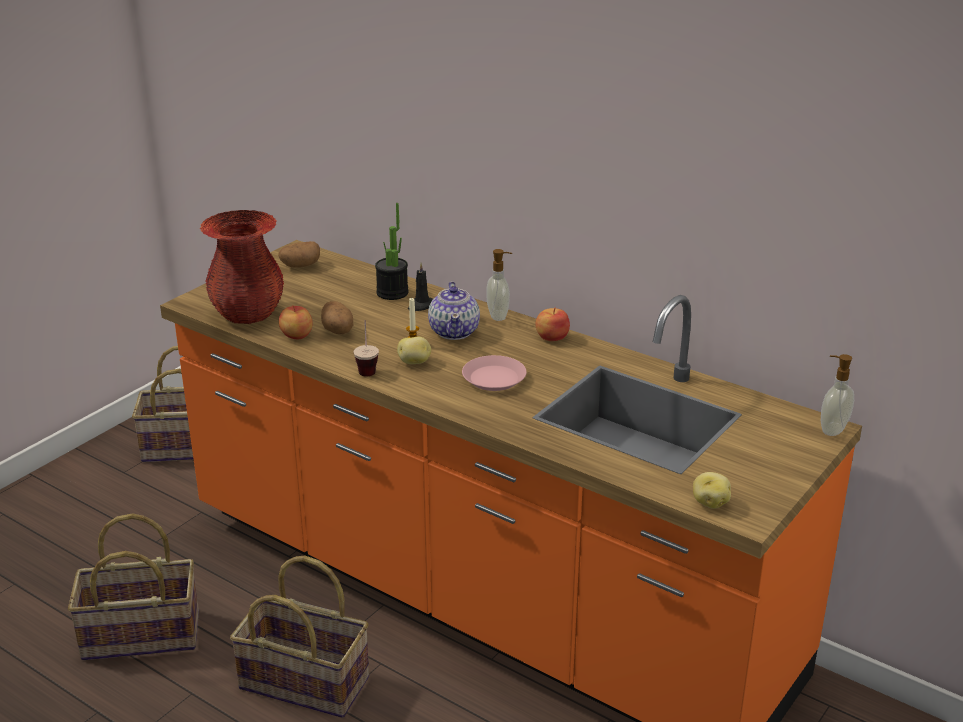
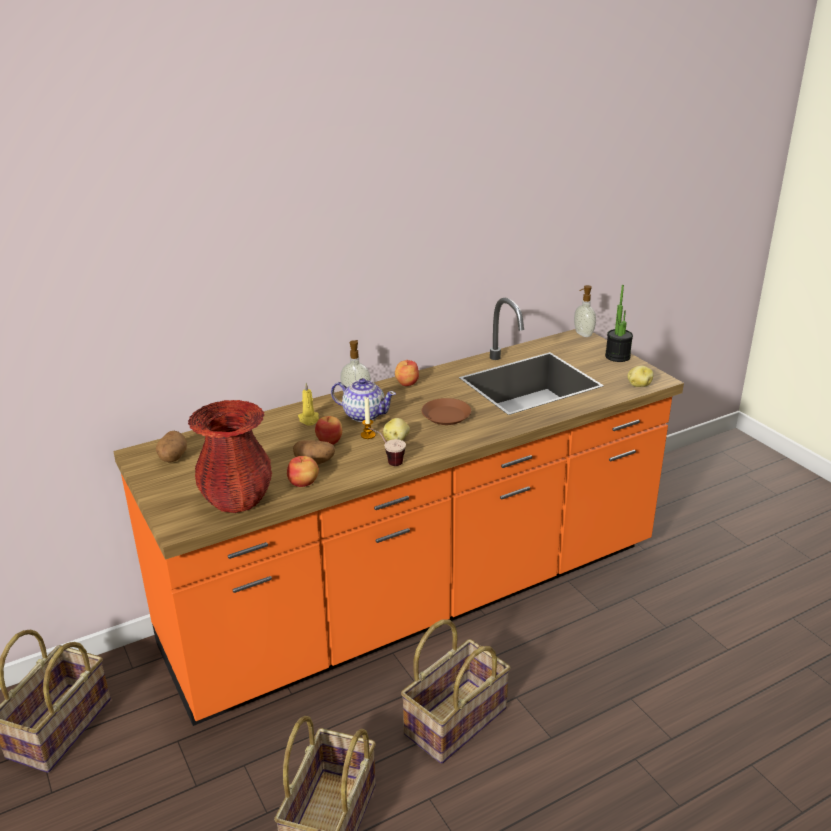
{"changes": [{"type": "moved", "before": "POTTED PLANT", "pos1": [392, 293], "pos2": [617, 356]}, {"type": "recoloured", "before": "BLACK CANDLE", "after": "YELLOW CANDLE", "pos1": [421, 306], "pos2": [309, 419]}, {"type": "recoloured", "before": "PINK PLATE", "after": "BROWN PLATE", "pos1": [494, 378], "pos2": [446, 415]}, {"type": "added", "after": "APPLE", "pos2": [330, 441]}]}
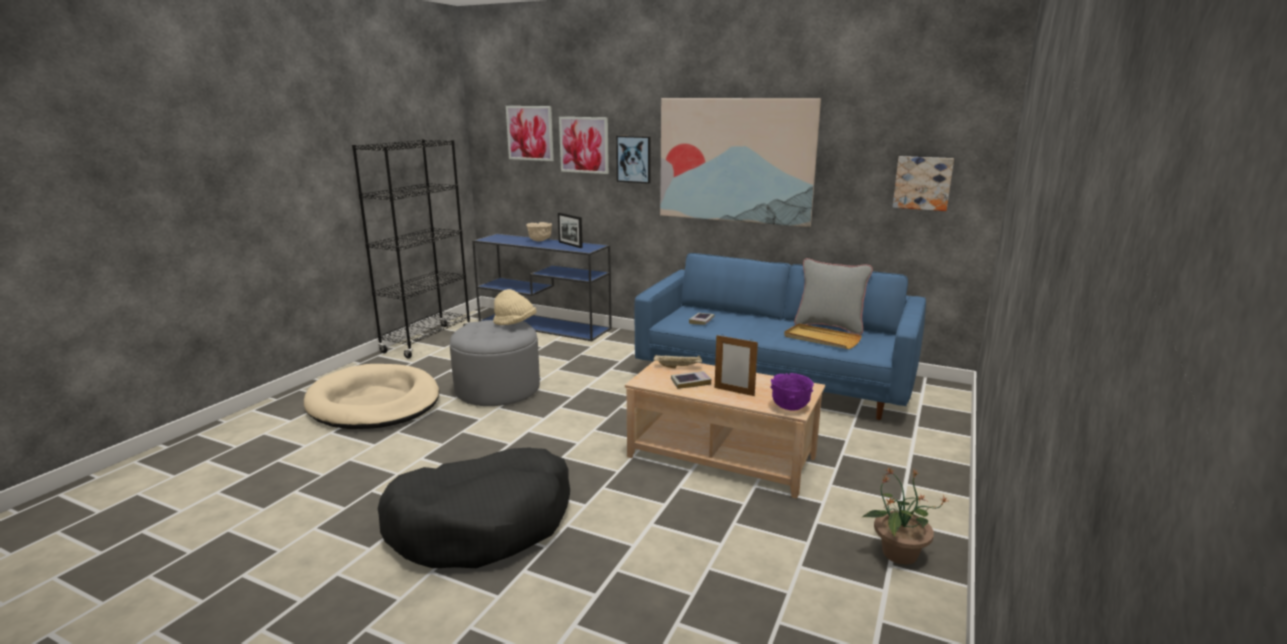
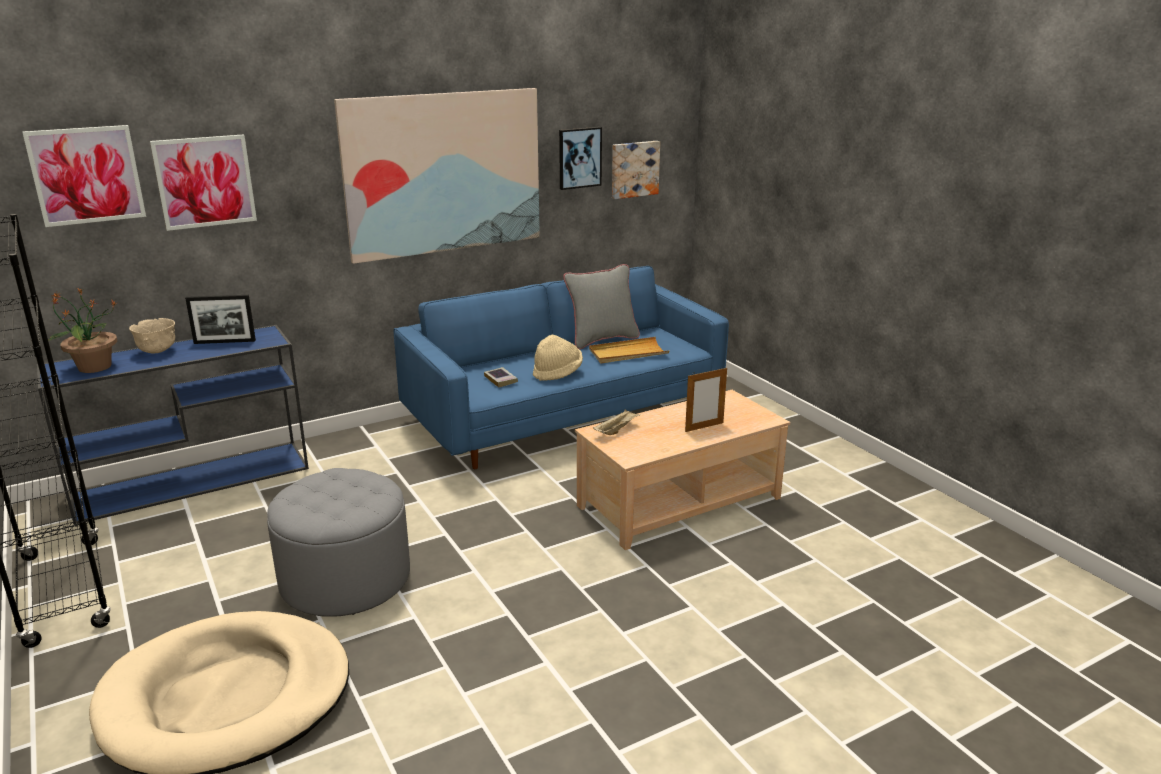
{"changes": [{"type": "removed", "before": "BLACK DOG BED", "pos1": [482, 523]}, {"type": "moved", "before": "BEIGE HAT", "pos1": [515, 323], "pos2": [557, 373]}, {"type": "moved", "before": "PICTURE", "pos1": [634, 159], "pos2": [579, 158]}, {"type": "removed", "before": "BOOK", "pos1": [690, 382]}, {"type": "removed", "before": "PURPLE BOWL", "pos1": [790, 407]}, {"type": "moved", "before": "POTTED PLANT", "pos1": [898, 553], "pos2": [93, 367]}]}
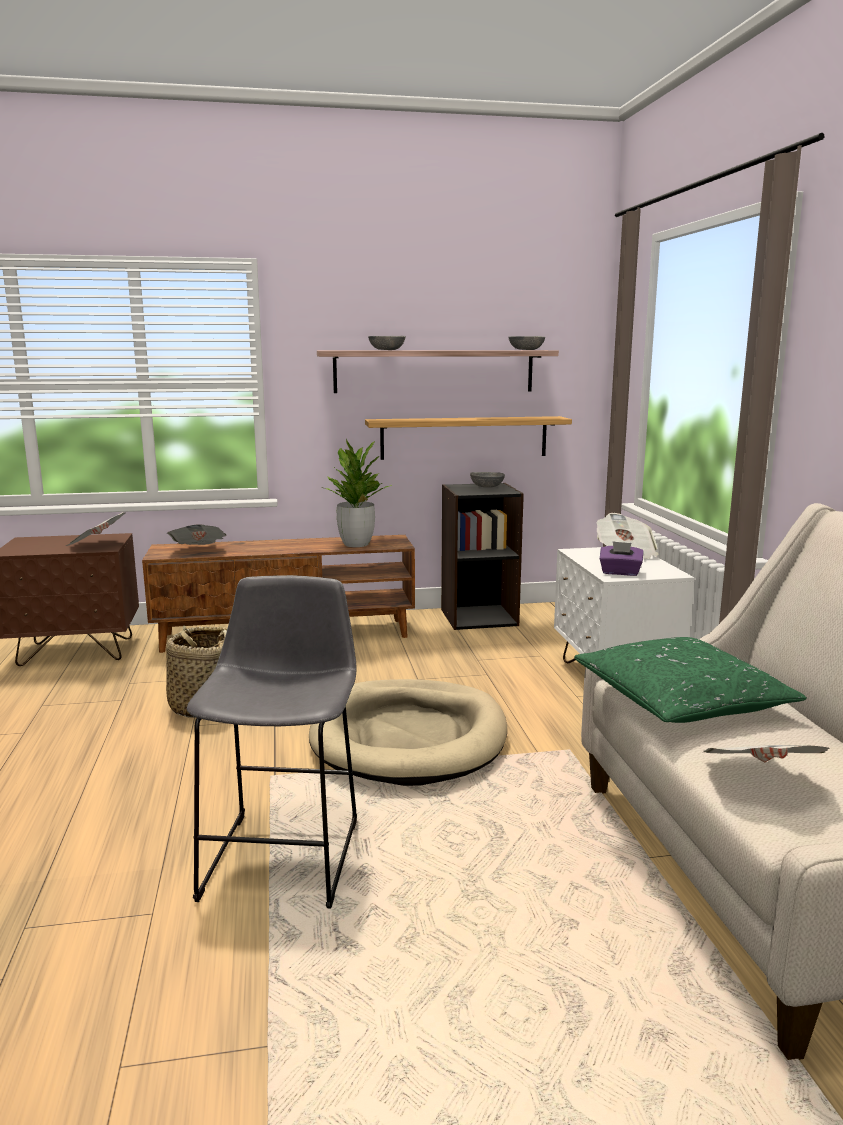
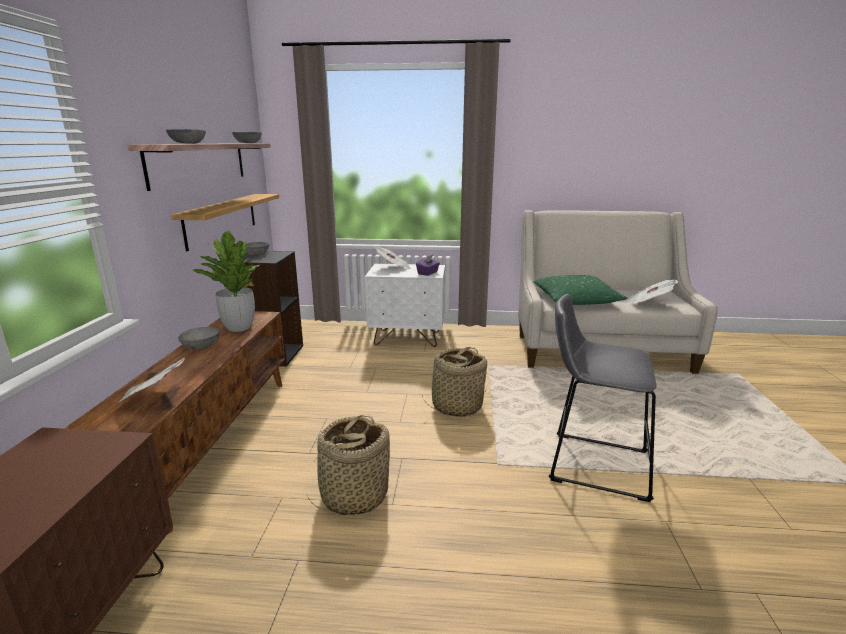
{"changes": [{"type": "removed", "before": "NEWSPAPER", "pos1": [97, 545]}, {"type": "replaced", "before": "BEIGE DOG BED", "after": "BASKET", "pos1": [409, 738], "pos2": [456, 406]}, {"type": "added", "after": "GREY BOWL", "pos2": [201, 346]}]}
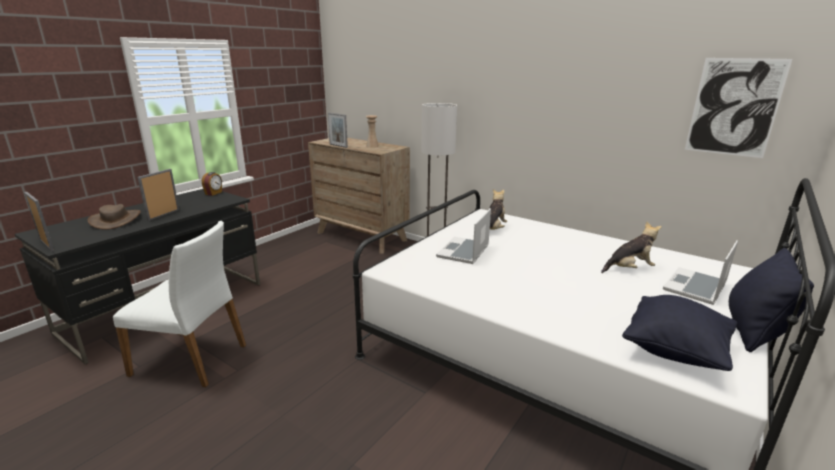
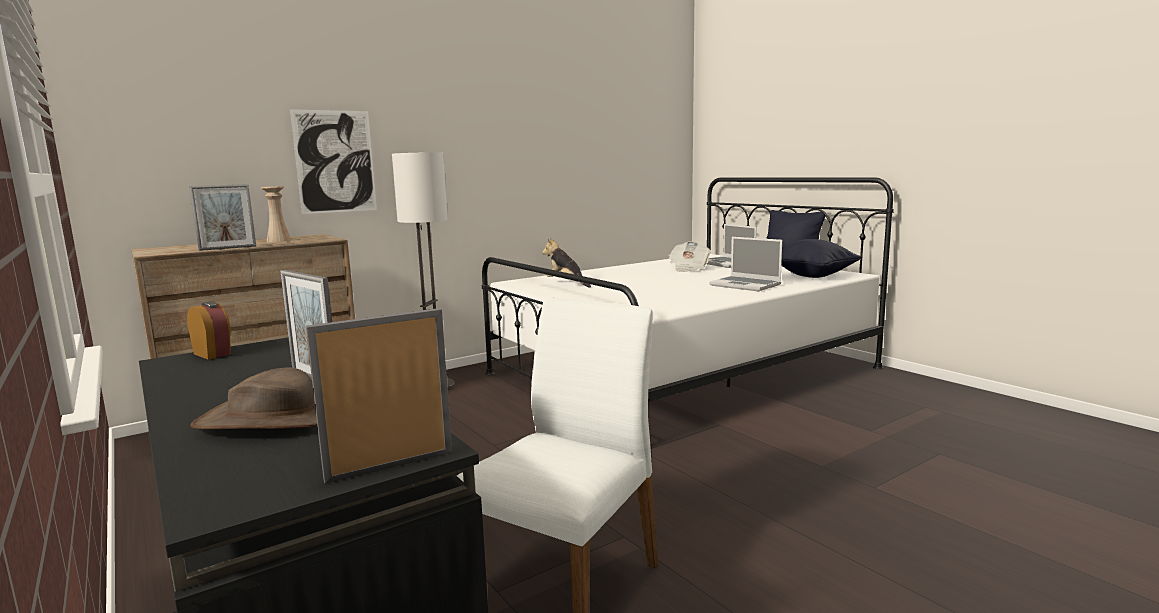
{"changes": [{"type": "moved", "before": "LAPTOP", "pos1": [464, 252], "pos2": [746, 285]}, {"type": "replaced", "before": "PLUSH TOY", "after": "NEWSPAPER", "pos1": [629, 269], "pos2": [688, 268]}, {"type": "moved", "before": "PICTURE", "pos1": [734, 107], "pos2": [335, 162]}]}
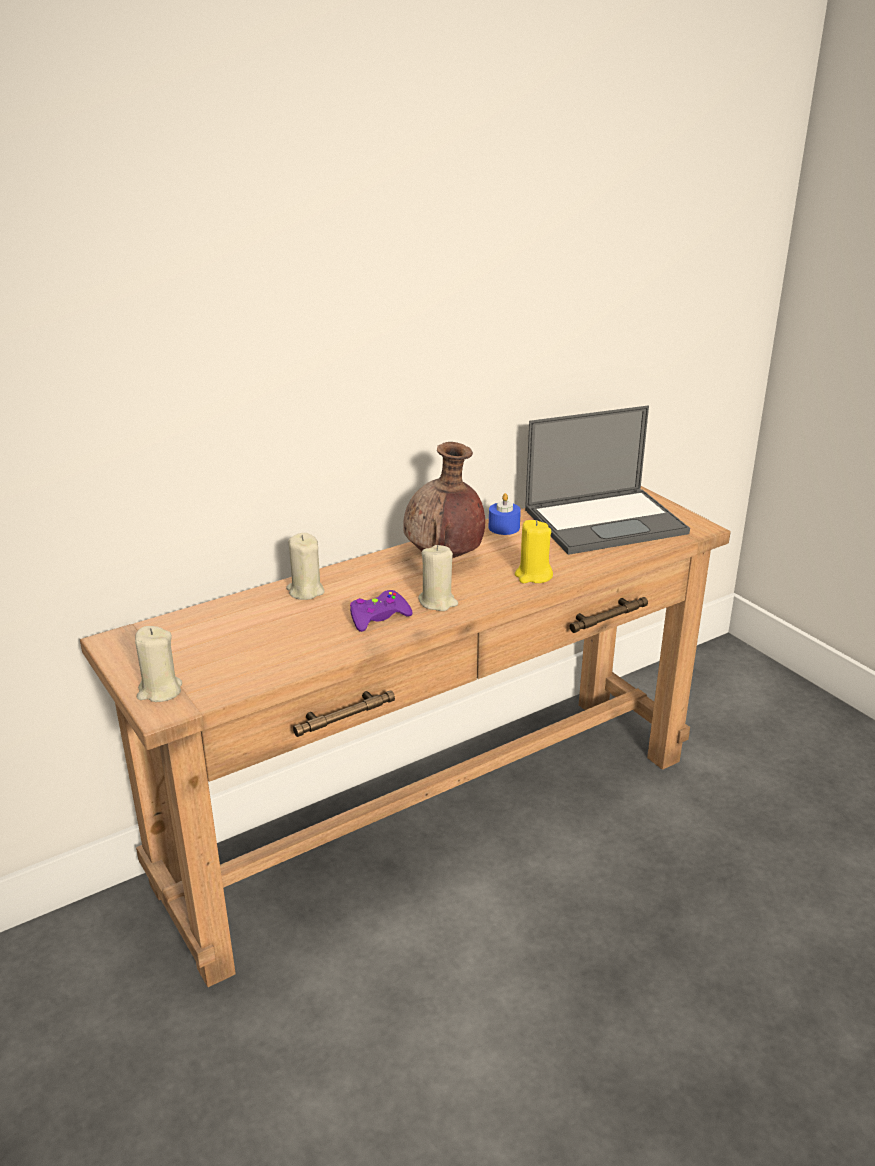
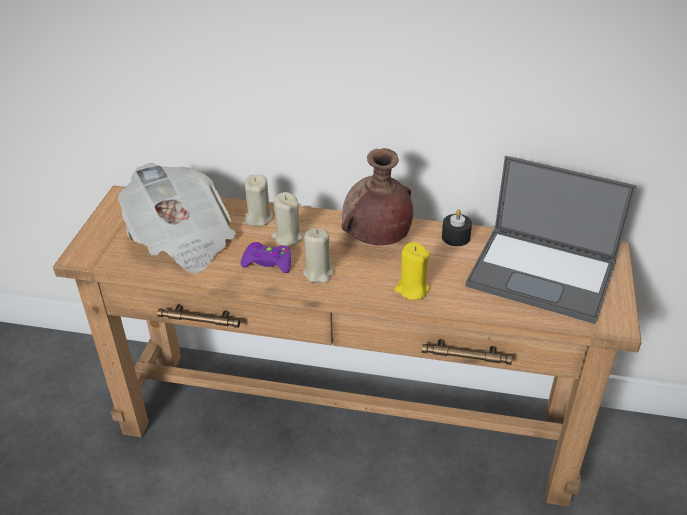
{"changes": [{"type": "moved", "before": "BEIGE CANDLE", "pos1": [159, 691], "pos2": [287, 237]}, {"type": "recoloured", "before": "BLUE CANDLE", "after": "BLACK CANDLE", "pos1": [504, 527], "pos2": [456, 237]}, {"type": "added", "after": "NEWSPAPER", "pos2": [182, 240]}]}
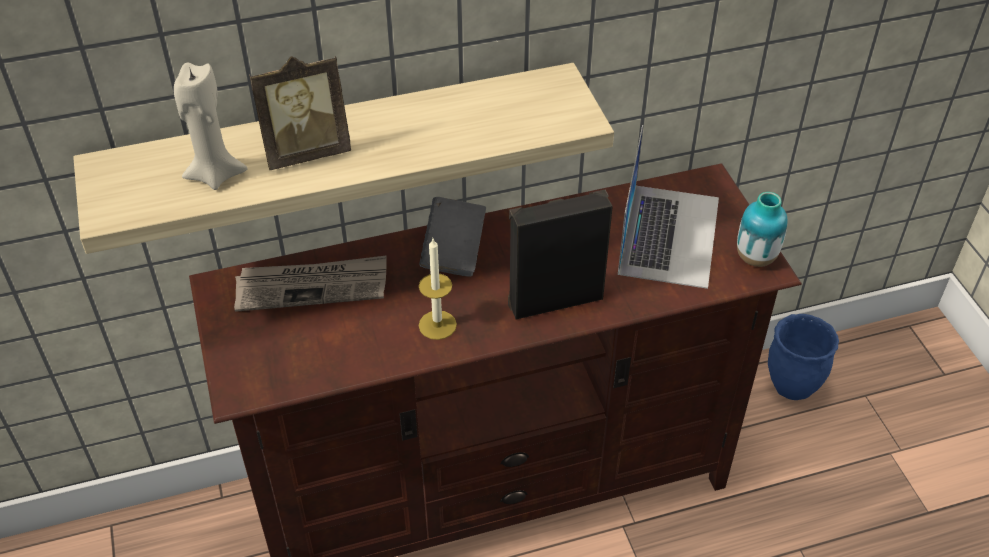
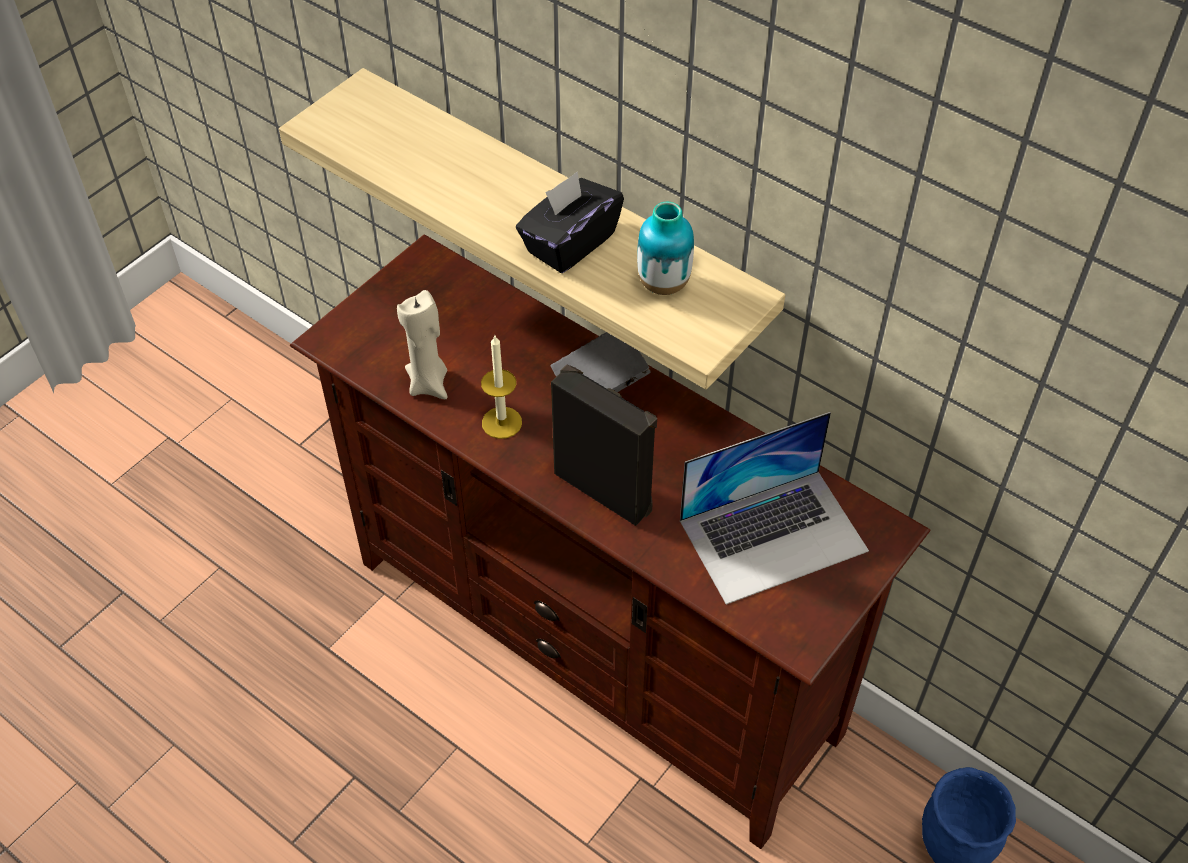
{"changes": [{"type": "moved", "before": "BEIGE CANDLE", "pos1": [215, 174], "pos2": [429, 383]}, {"type": "removed", "before": "NEWSPAPER", "pos1": [312, 286]}, {"type": "removed", "before": "PICTURE FRAME", "pos1": [306, 152]}, {"type": "moved", "before": "VASE", "pos1": [755, 258], "pos2": [663, 284]}, {"type": "added", "after": "BLACK TISSUE BOX", "pos2": [569, 243]}]}
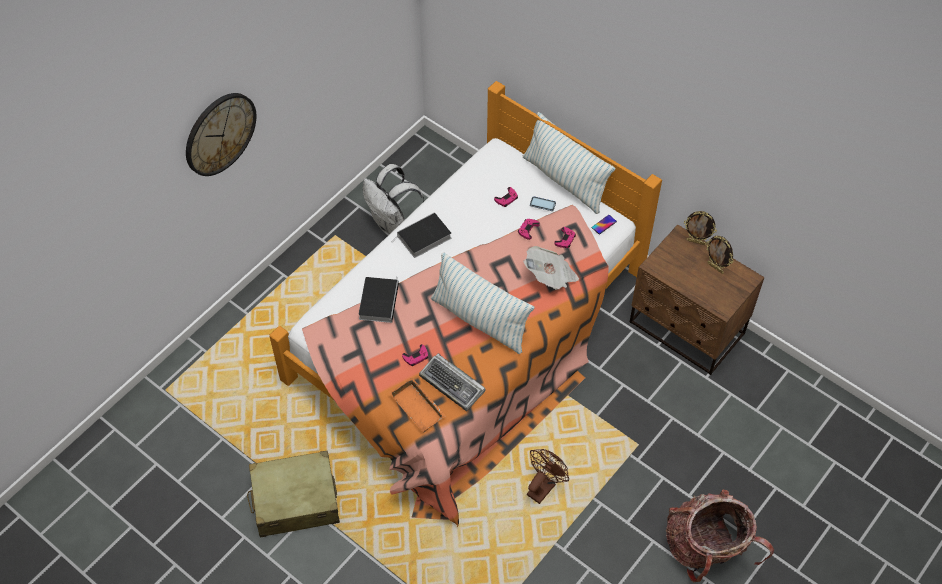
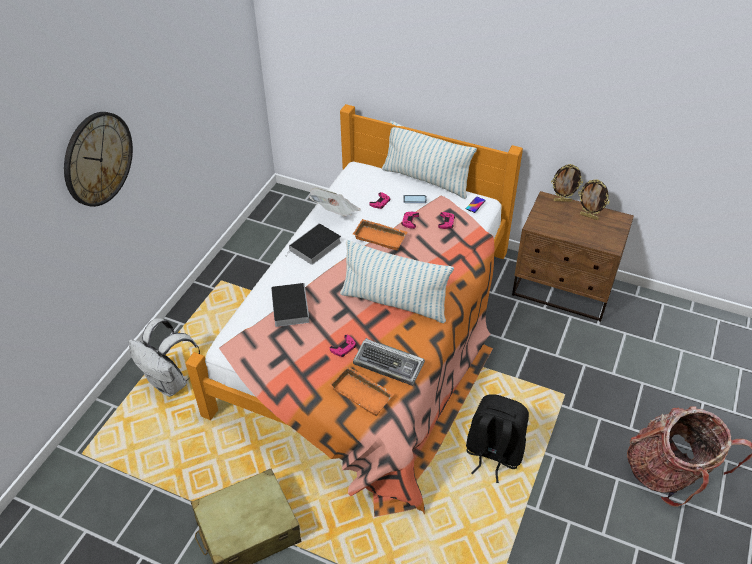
{"changes": [{"type": "moved", "before": "WHITE BACKPACK", "pos1": [392, 223], "pos2": [170, 382]}, {"type": "moved", "before": "NEWSPAPER", "pos1": [550, 276], "pos2": [335, 212]}, {"type": "replaced", "before": "BROWN FAN", "after": "BLACK BACKPACK", "pos1": [543, 486], "pos2": [493, 453]}, {"type": "added", "after": "ORANGE TRAY", "pos2": [381, 237]}]}
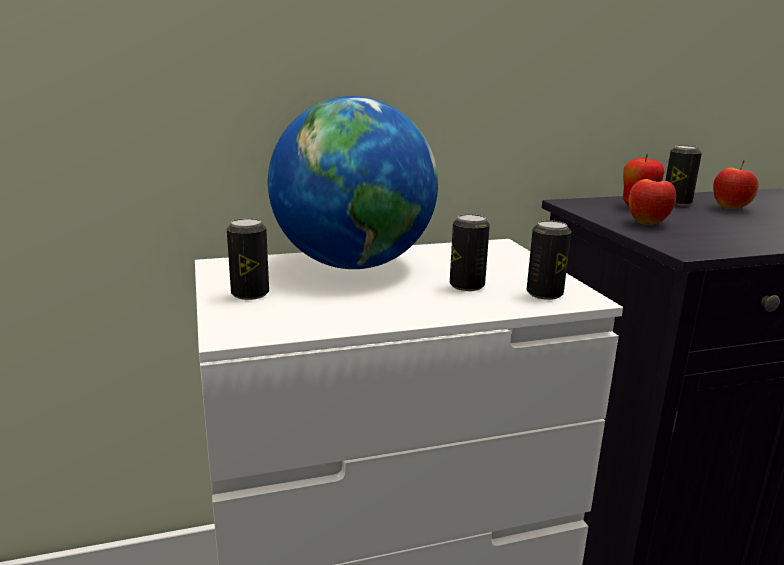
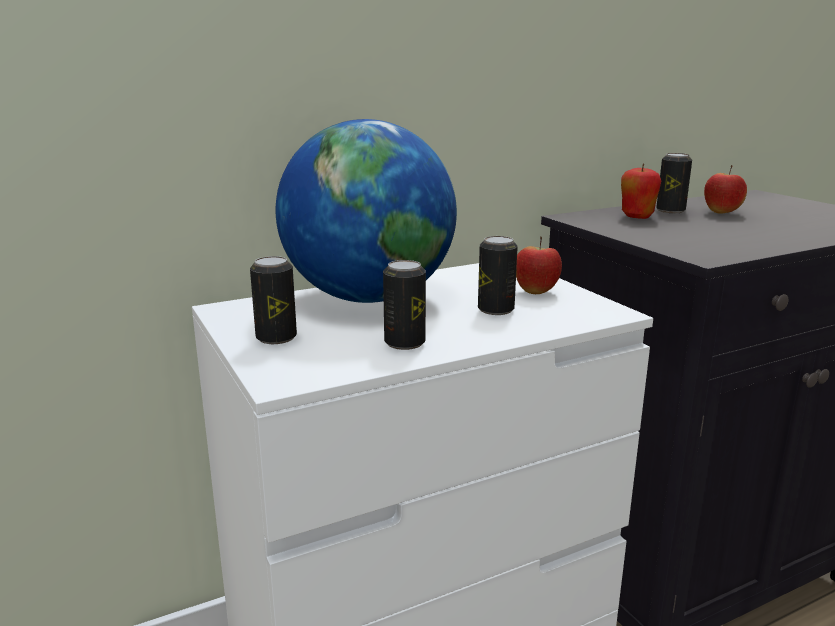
{"changes": [{"type": "moved", "before": "CAN", "pos1": [544, 294], "pos2": [404, 343]}, {"type": "moved", "before": "APPLE", "pos1": [647, 223], "pos2": [536, 292]}]}
